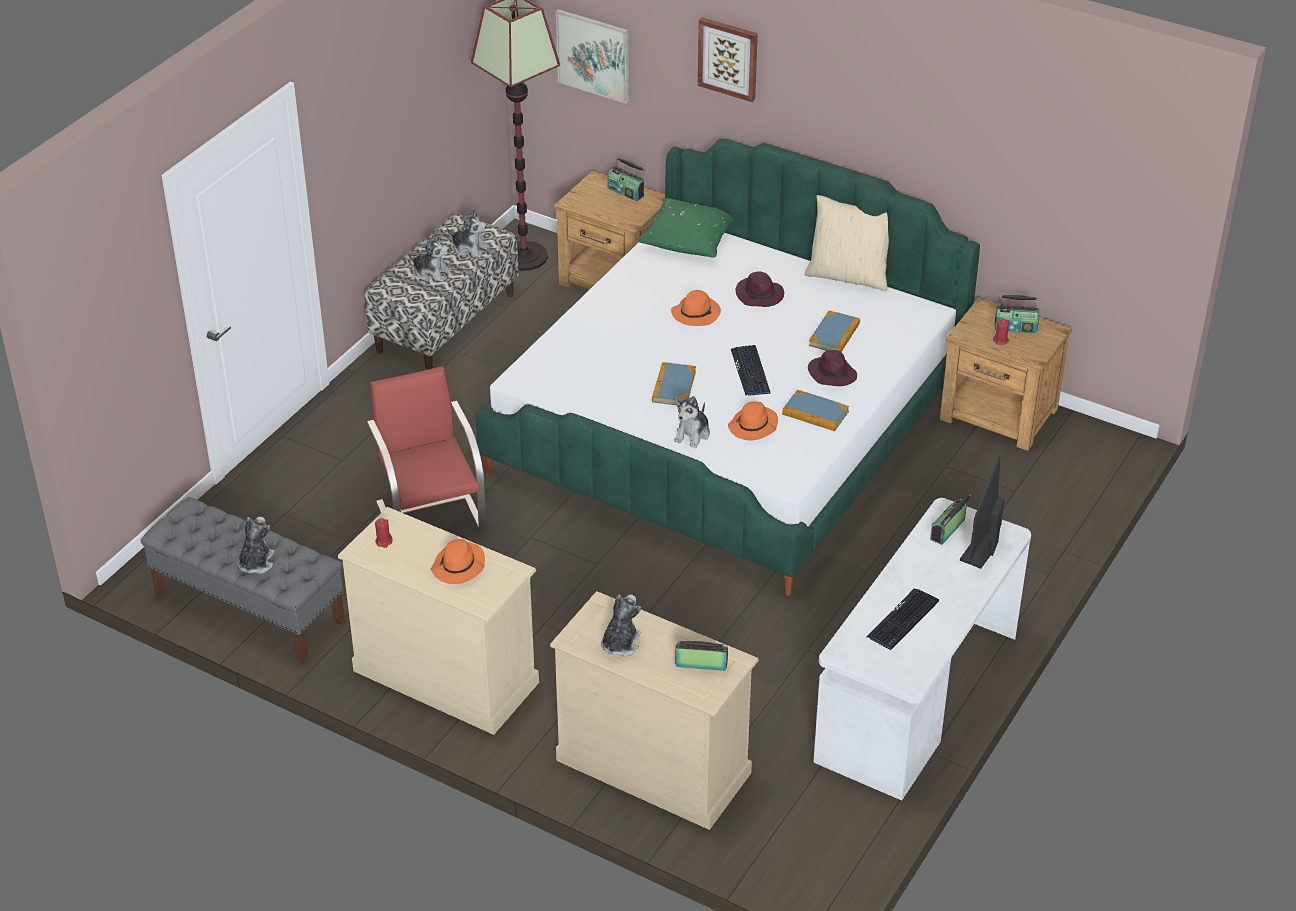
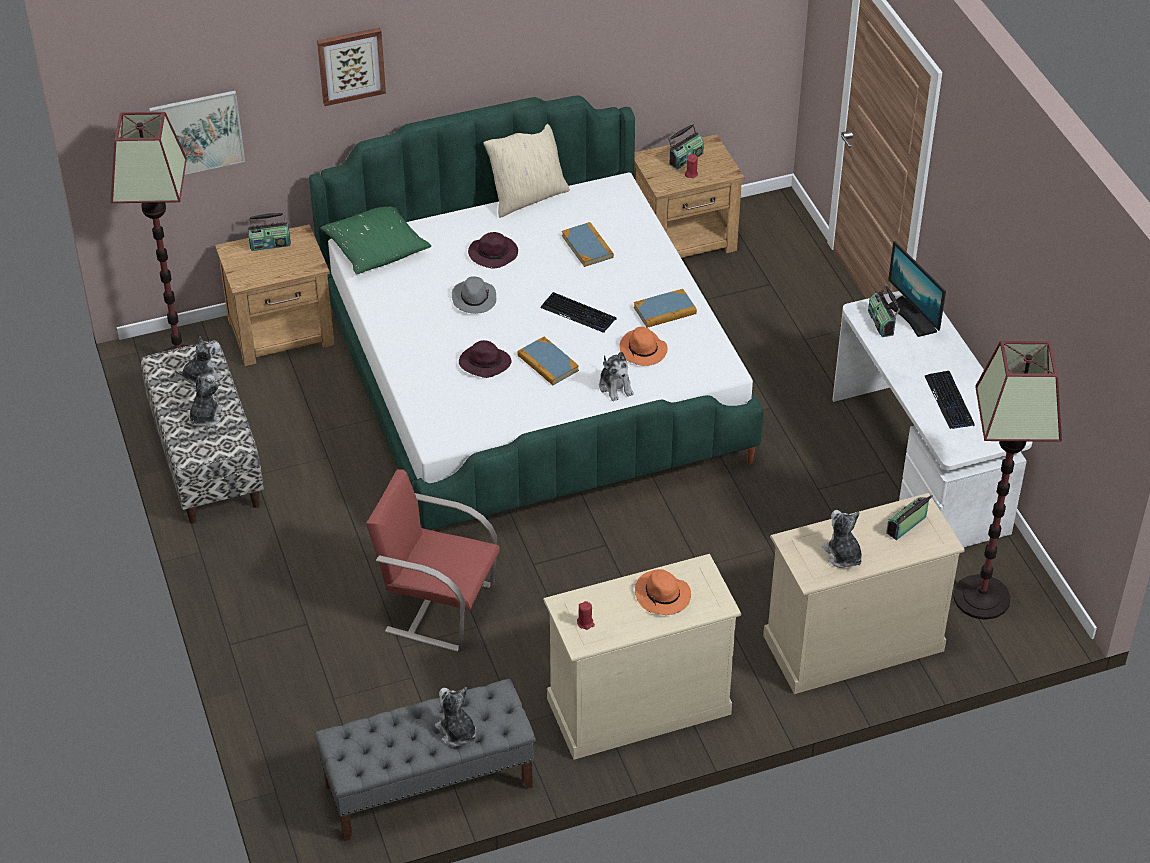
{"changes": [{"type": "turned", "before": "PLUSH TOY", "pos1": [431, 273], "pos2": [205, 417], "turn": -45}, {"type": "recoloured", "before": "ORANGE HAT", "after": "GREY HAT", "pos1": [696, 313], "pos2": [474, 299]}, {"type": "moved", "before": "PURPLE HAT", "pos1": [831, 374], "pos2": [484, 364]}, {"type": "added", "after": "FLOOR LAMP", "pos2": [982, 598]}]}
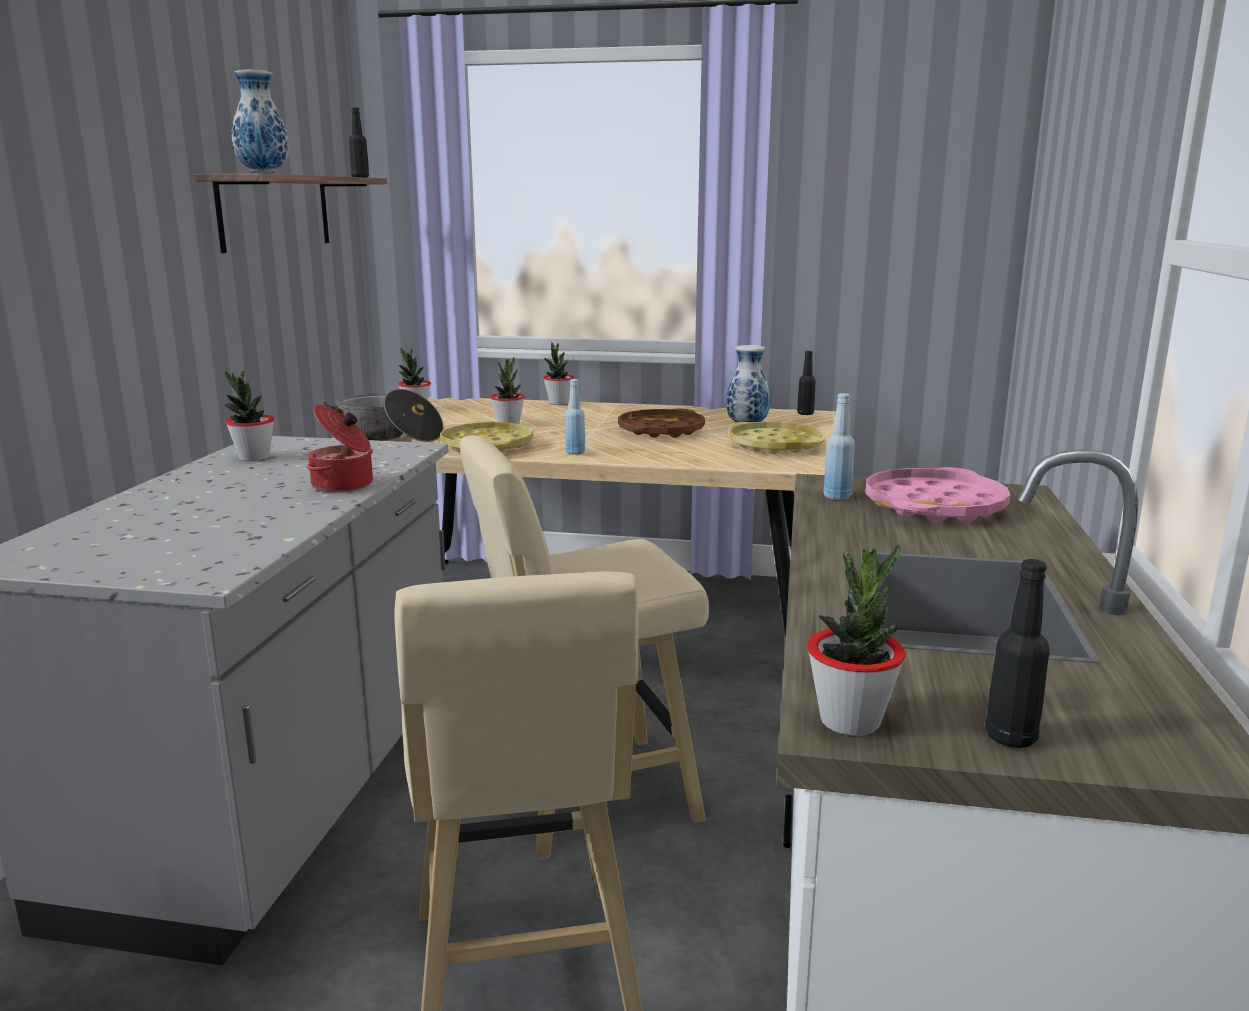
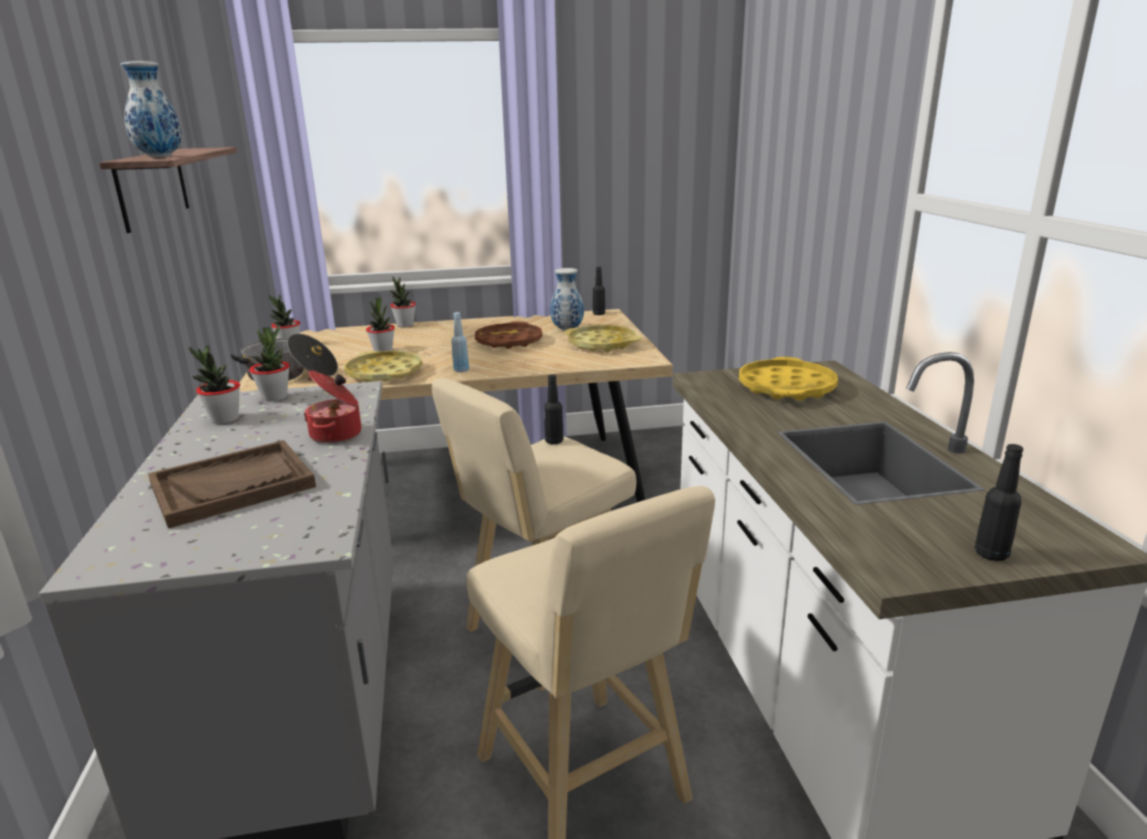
{"changes": [{"type": "moved", "before": "BLACK BOTTLE", "pos1": [360, 177], "pos2": [554, 441]}, {"type": "moved", "before": "POTTED PLANT", "pos1": [850, 721], "pos2": [275, 397]}, {"type": "removed", "before": "BLUE BOTTLE", "pos1": [837, 497]}, {"type": "recoloured", "before": "PINK TRAY", "after": "YELLOW TRAY", "pos1": [934, 506], "pos2": [786, 388]}, {"type": "added", "after": "BROWN TRAY", "pos2": [233, 486]}]}
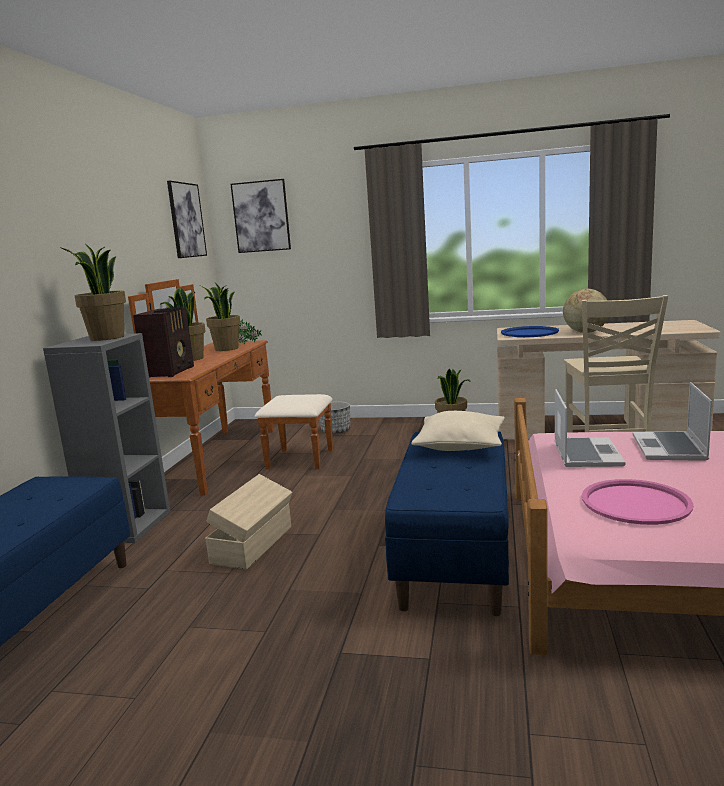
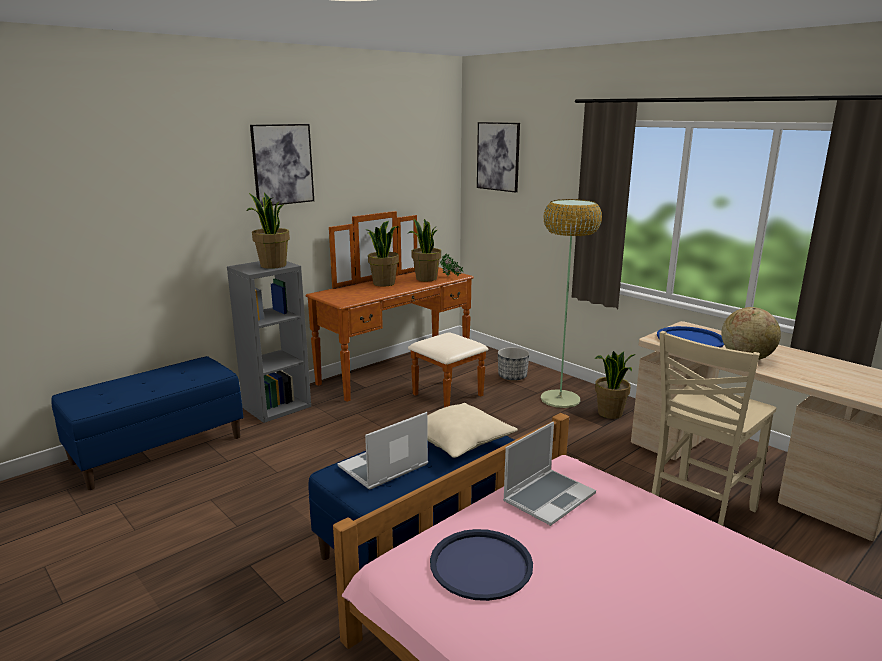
{"changes": [{"type": "removed", "before": "RADIO", "pos1": [171, 372]}, {"type": "moved", "before": "PICTURE", "pos1": [186, 220], "pos2": [282, 164]}, {"type": "removed", "before": "BEIGE STORAGE BOX", "pos1": [254, 544]}, {"type": "recoloured", "before": "PINK TRAY", "after": "BLUE TRAY", "pos1": [635, 503], "pos2": [481, 565]}, {"type": "moved", "before": "LAPTOP", "pos1": [670, 448], "pos2": [383, 467]}, {"type": "added", "after": "FLOOR LAMP", "pos2": [560, 399]}]}
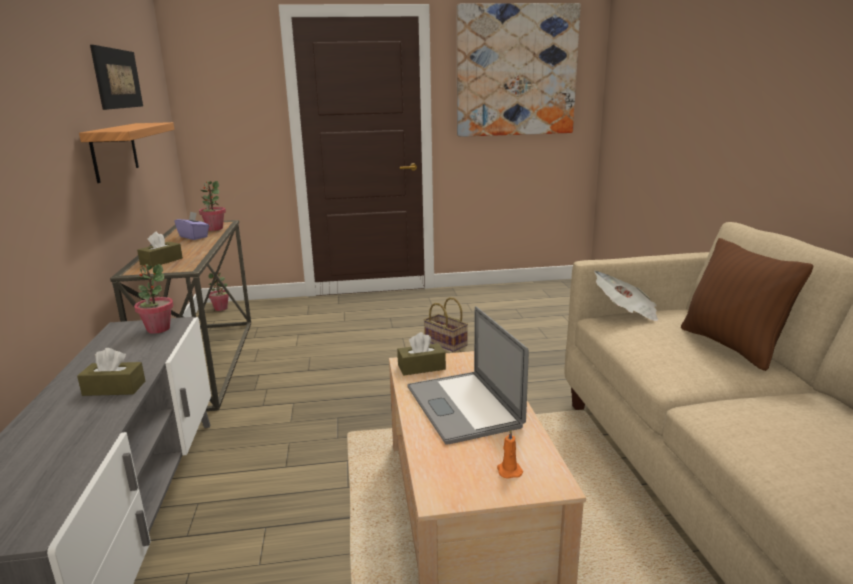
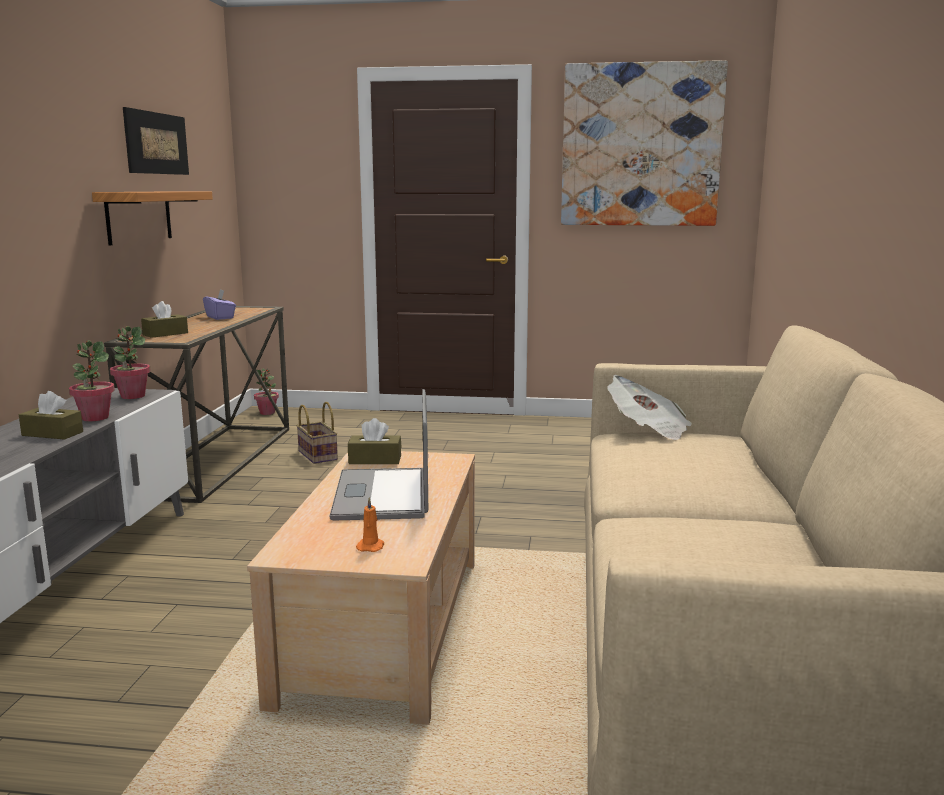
{"changes": [{"type": "moved", "before": "POTTED PLANT", "pos1": [214, 229], "pos2": [95, 418]}, {"type": "moved", "before": "BASKET", "pos1": [444, 343], "pos2": [316, 455]}, {"type": "removed", "before": "BROWN PILLOW", "pos1": [731, 346]}]}
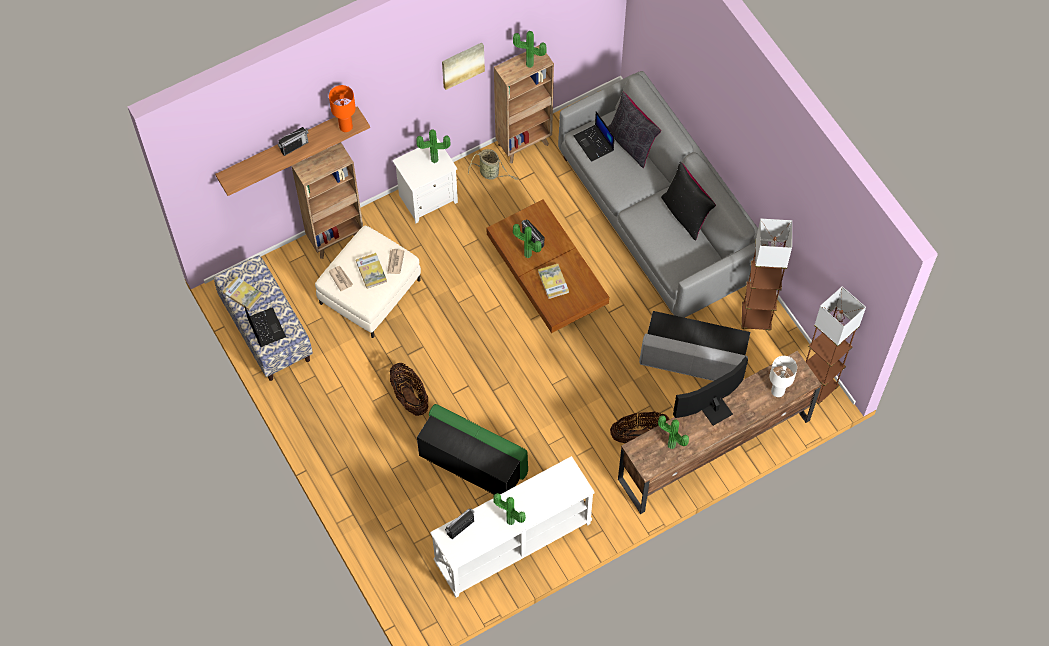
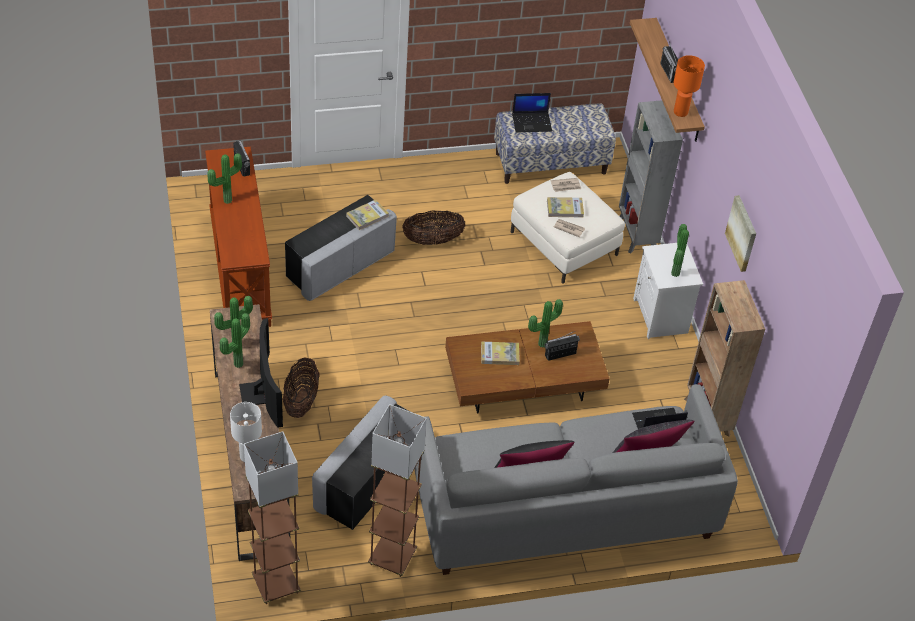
{"changes": [{"type": "moved", "before": "BOOK", "pos1": [243, 294], "pos2": [367, 216]}, {"type": "recoloured", "before": "BROWN BOOKCASE", "after": "GREY BOOKCASE", "pos1": [336, 238], "pos2": [636, 235]}, {"type": "recoloured", "before": "GREEN OTTOMAN", "after": "GREY OTTOMAN", "pos1": [472, 462], "pos2": [340, 265]}, {"type": "recoloured", "before": "WHITE CONSOLE TABLE", "after": "BROWN CONSOLE TABLE", "pos1": [513, 544], "pos2": [239, 269]}, {"type": "removed", "before": "BASKET", "pos1": [490, 173]}, {"type": "moved", "before": "POTTED PLANT", "pos1": [529, 65], "pos2": [236, 363]}]}
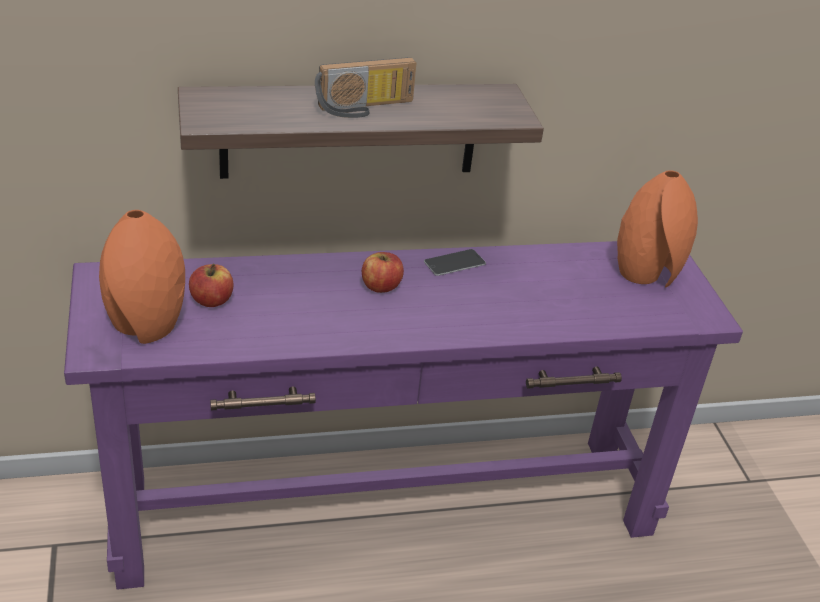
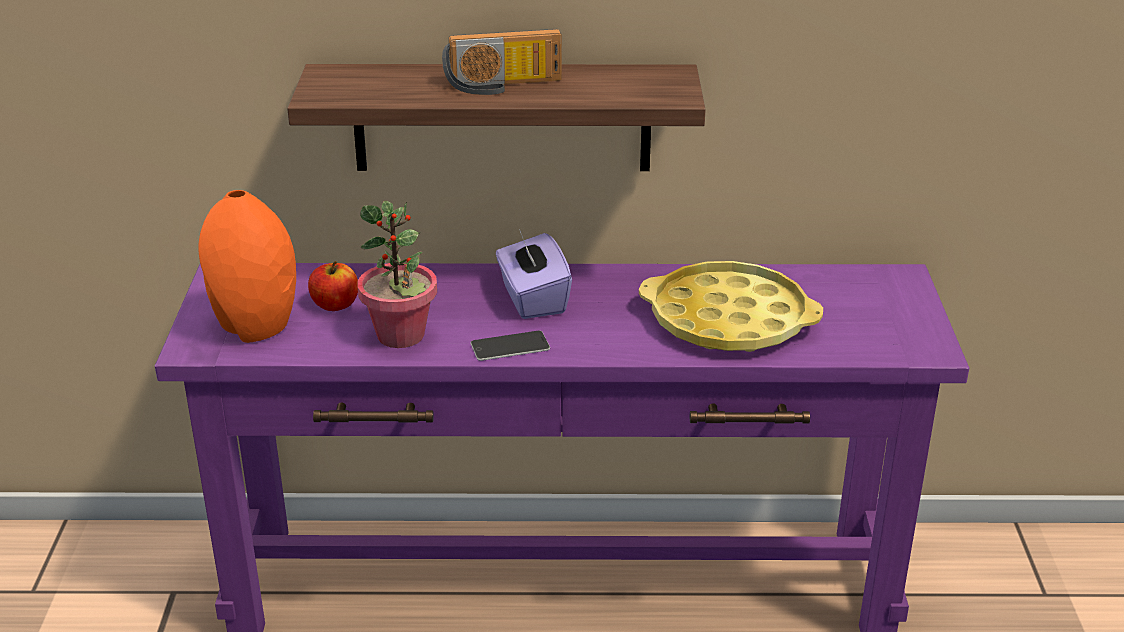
{"changes": [{"type": "replaced", "before": "APPLE", "after": "PURPLE TISSUE BOX", "pos1": [381, 286], "pos2": [532, 299]}, {"type": "moved", "before": "PHONE", "pos1": [454, 263], "pos2": [510, 346]}, {"type": "removed", "before": "ORANGE VASE", "pos1": [648, 274]}, {"type": "added", "after": "POTTED PLANT", "pos2": [401, 335]}, {"type": "added", "after": "YELLOW TRAY", "pos2": [728, 320]}]}
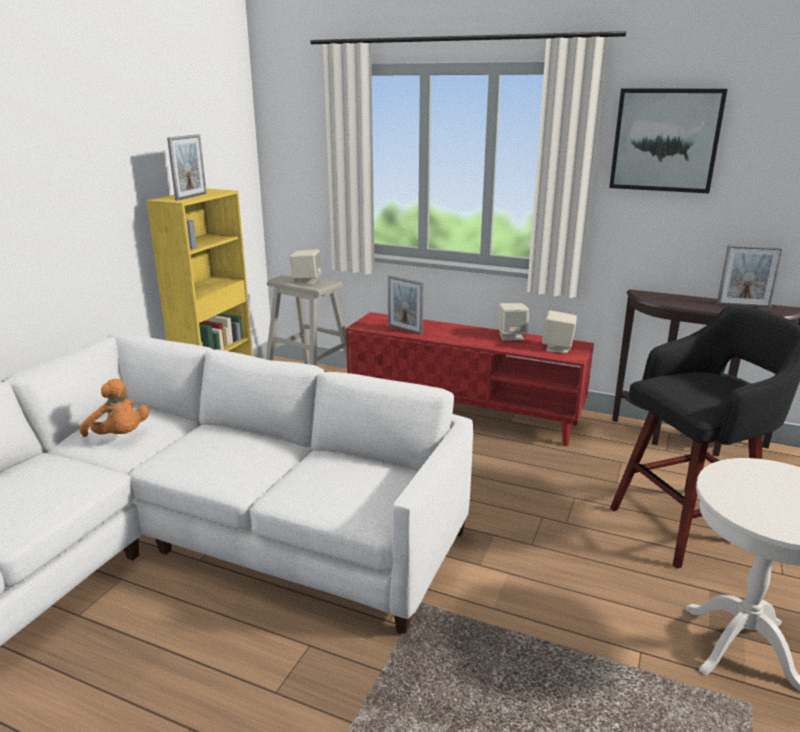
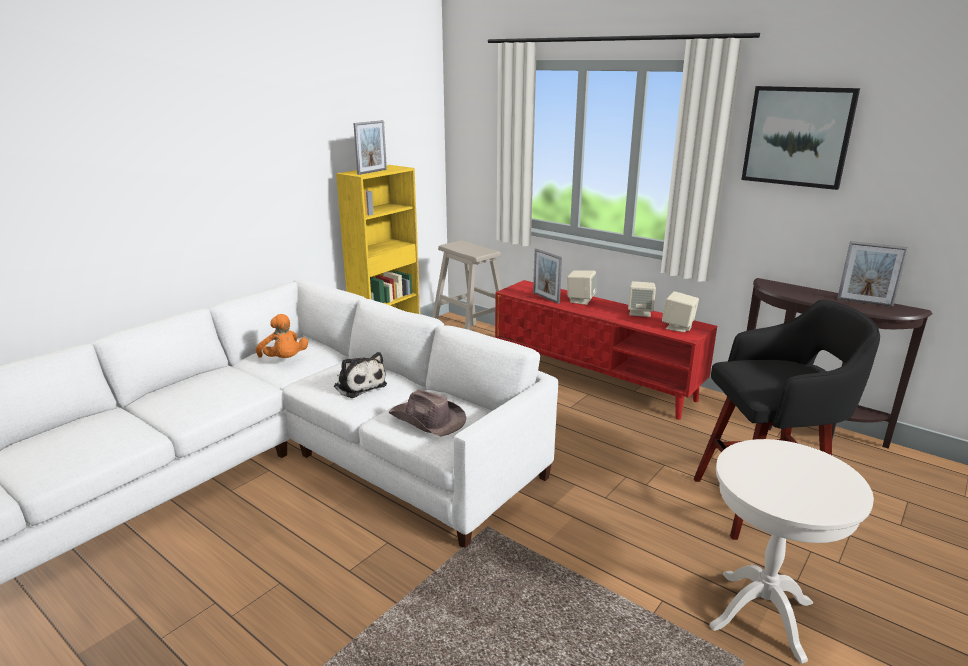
{"changes": [{"type": "moved", "before": "BEIGE SPEAKER", "pos1": [306, 281], "pos2": [580, 300]}, {"type": "added", "after": "PLUSH TOY", "pos2": [359, 385]}, {"type": "added", "after": "BROWN HAT", "pos2": [427, 420]}]}
